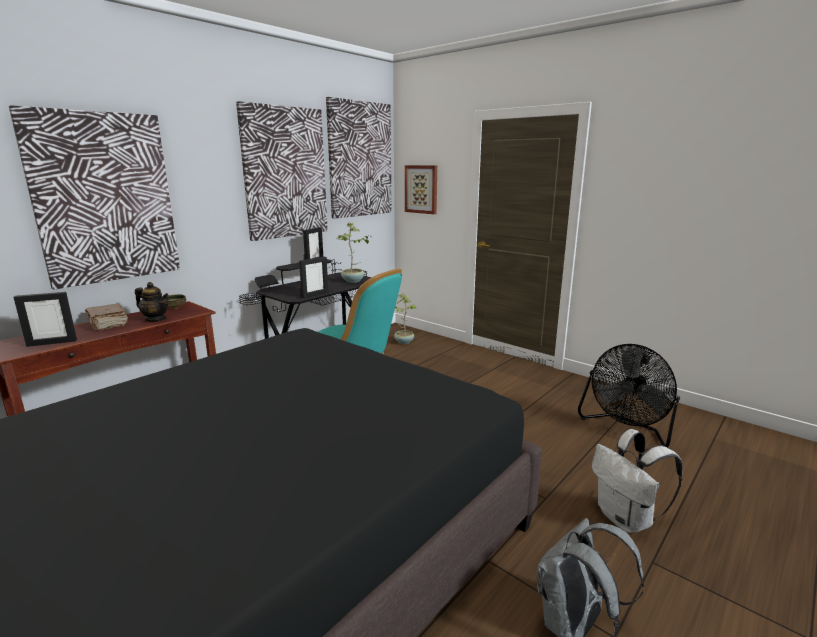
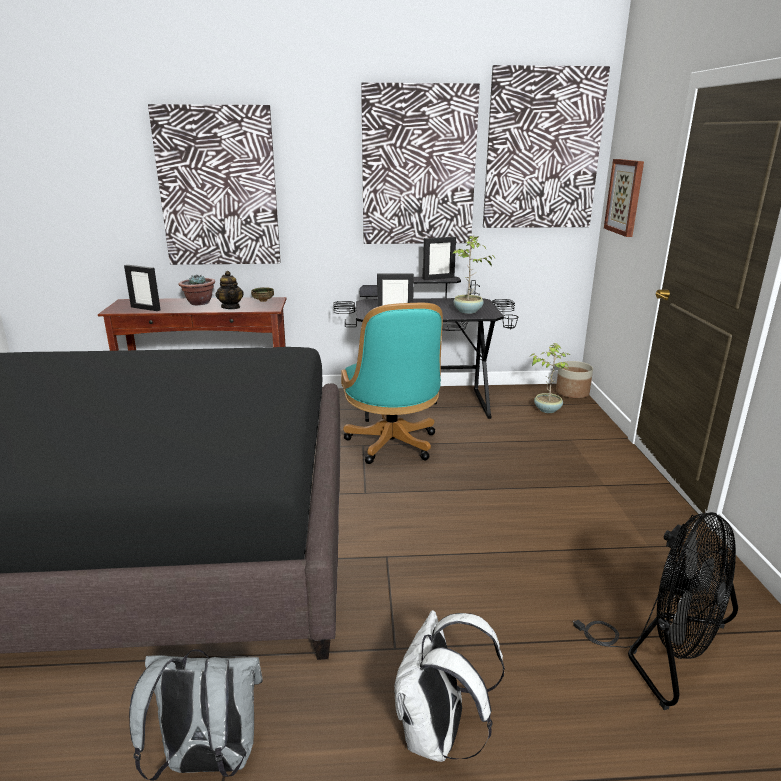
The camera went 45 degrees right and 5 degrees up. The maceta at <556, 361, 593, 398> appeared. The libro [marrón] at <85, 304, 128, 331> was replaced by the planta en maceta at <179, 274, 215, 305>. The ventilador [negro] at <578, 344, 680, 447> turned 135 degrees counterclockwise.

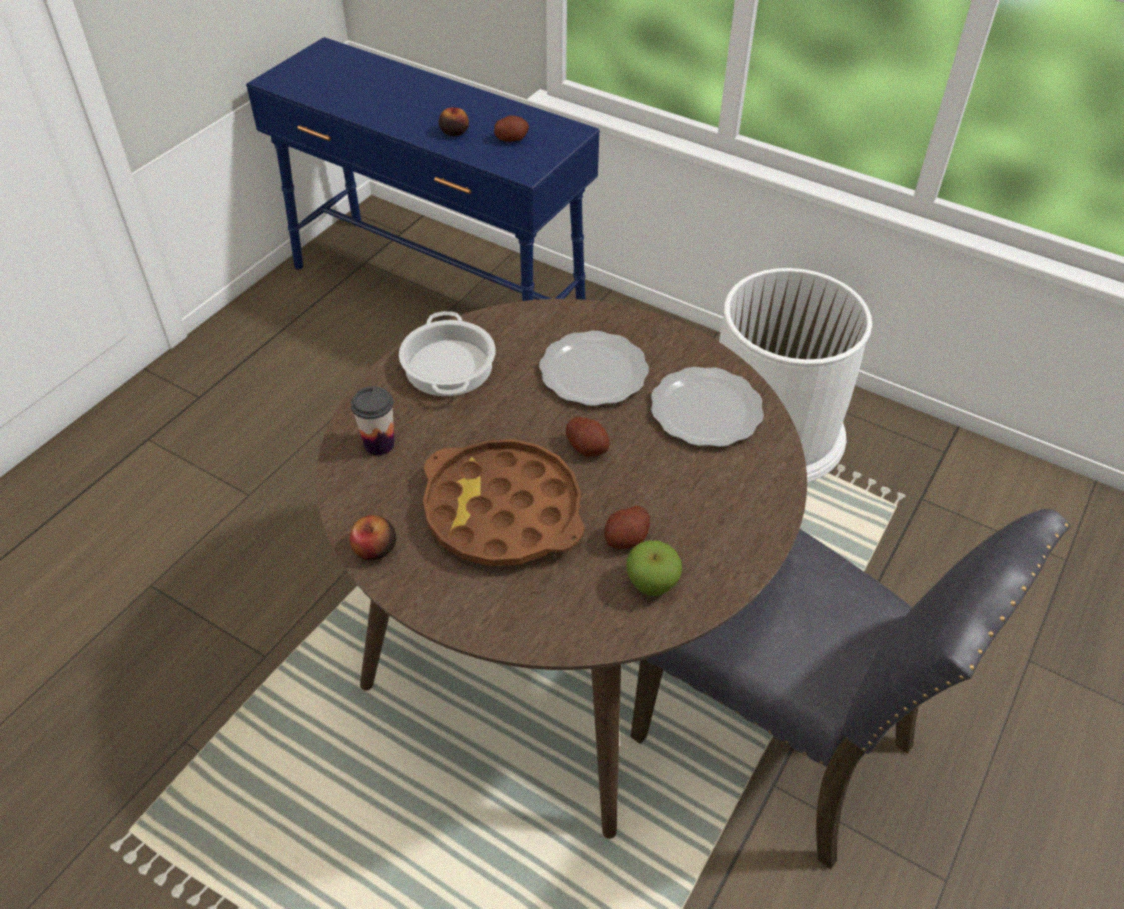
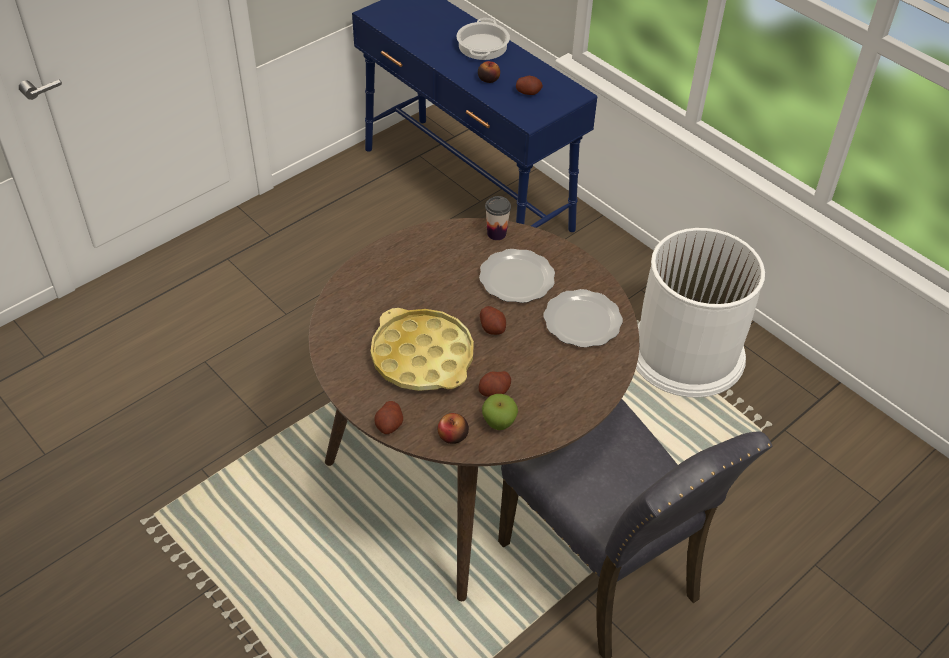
The camera went 15 degrees right and 0 degrees up. The patata at <374, 401, 403, 434> appeared. The manzana moved from <349, 515, 396, 561> to <438, 413, 469, 444>. The taza moved from <351, 386, 395, 455> to <485, 196, 511, 240>. The olla moved from <399, 311, 496, 396> to <456, 18, 510, 60>. The bandeja [marrón] at <423, 439, 584, 566> became the bandeja [amarillo] at <371, 308, 474, 391>.

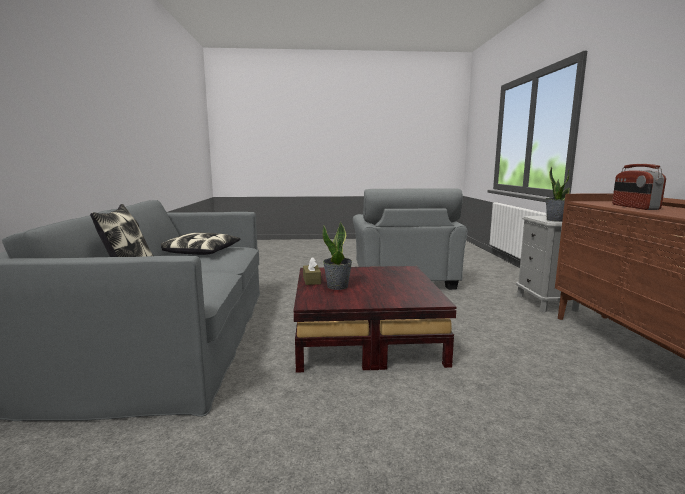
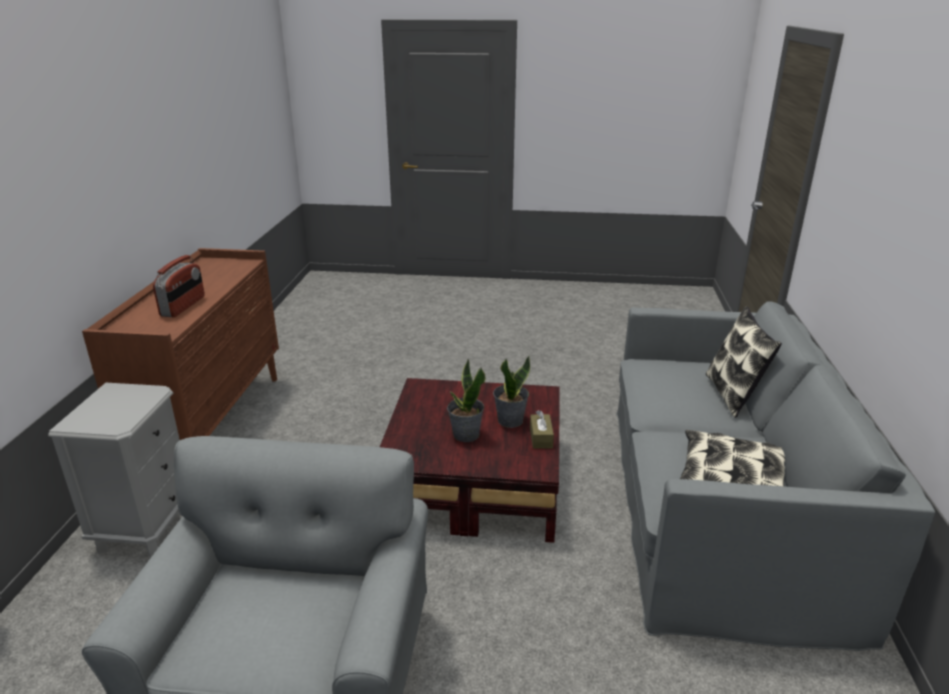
The camera went 170 degrees left and 15 degrees up. The planta en maceta moved from <545, 167, 569, 222> to <447, 359, 486, 442>.

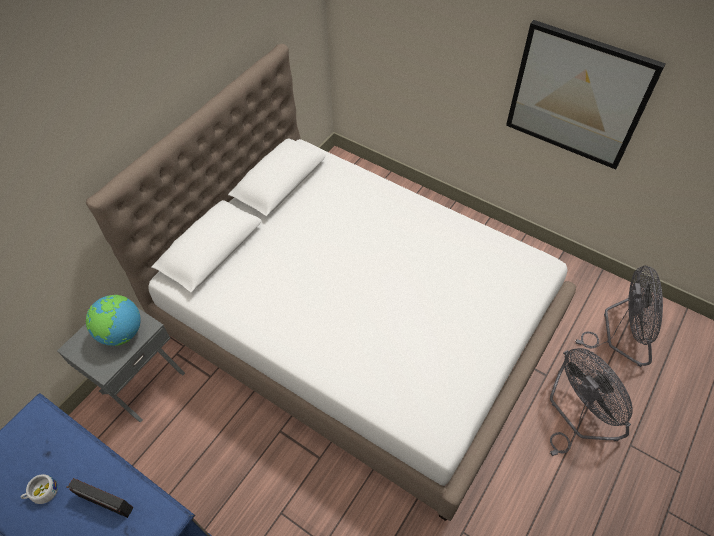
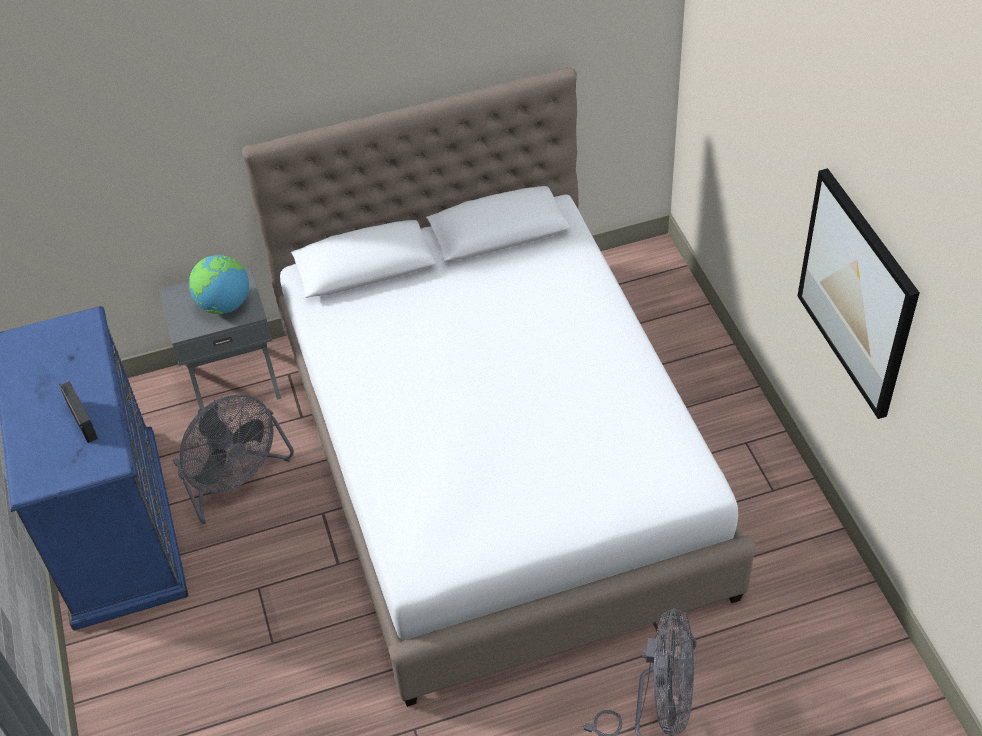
The camera went 40 degrees right and 5 degrees down. The taza [blanco] at <21, 474, 58, 504> disappeared. The ventilador [gris] moved from <574, 265, 663, 367> to <173, 395, 294, 524>.

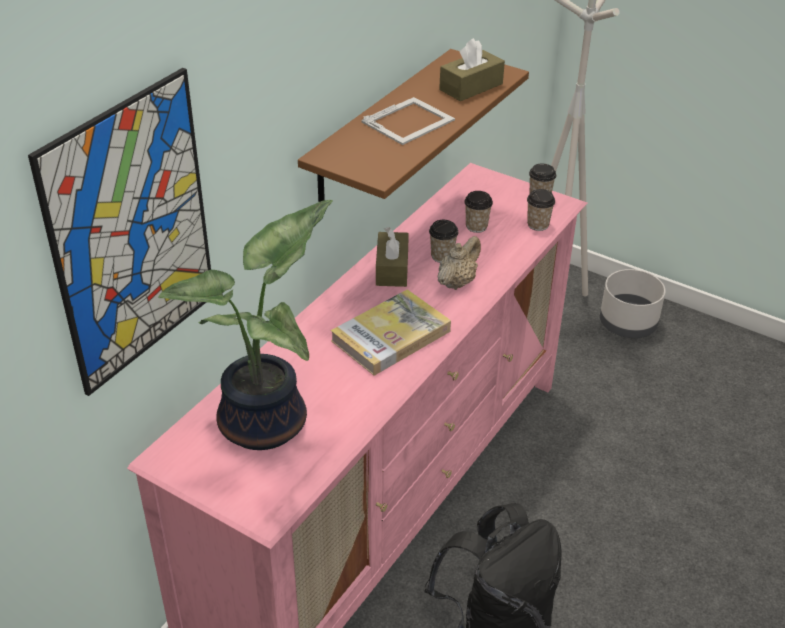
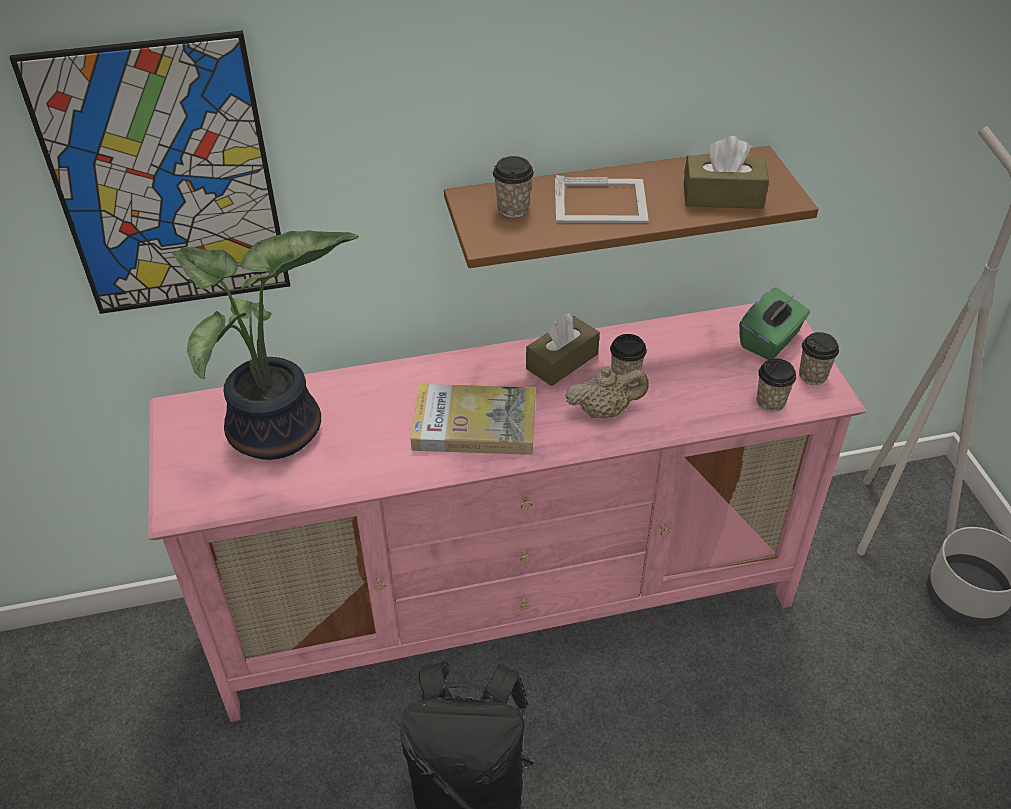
The camera went 45 degrees right and 5 degrees up. The caja de pañuelos [verde] at <739, 287, 810, 360> appeared. The taza moved from <464, 191, 493, 233> to <493, 156, 534, 218>.

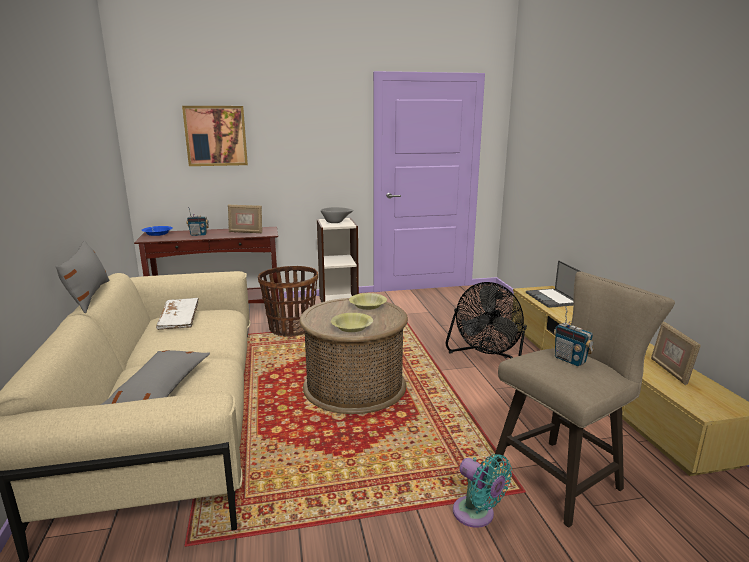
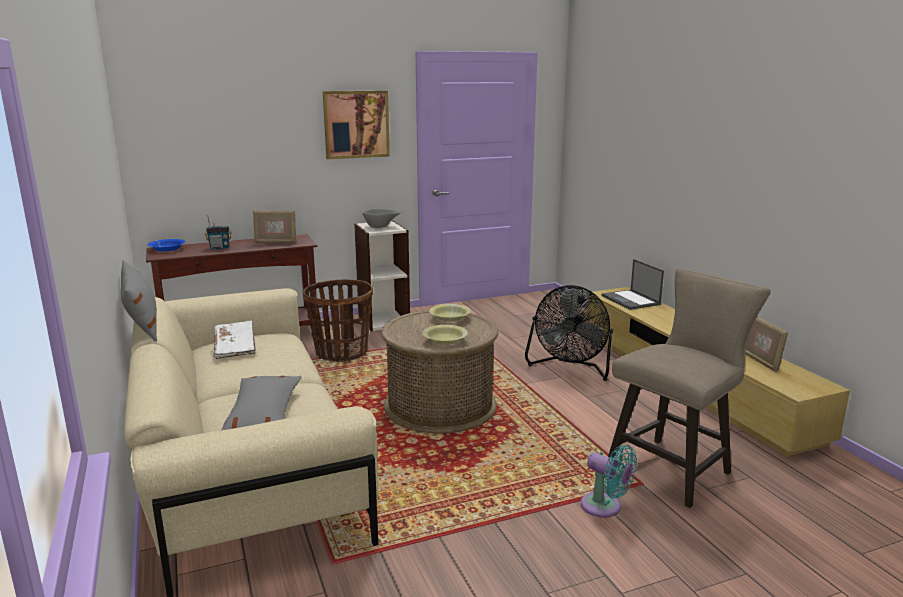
The camera went 10 degrees left and 0 degrees up. The radio at <554, 306, 594, 366> disappeared. The cuadro moved from <182, 106, 248, 166> to <323, 91, 390, 159>.

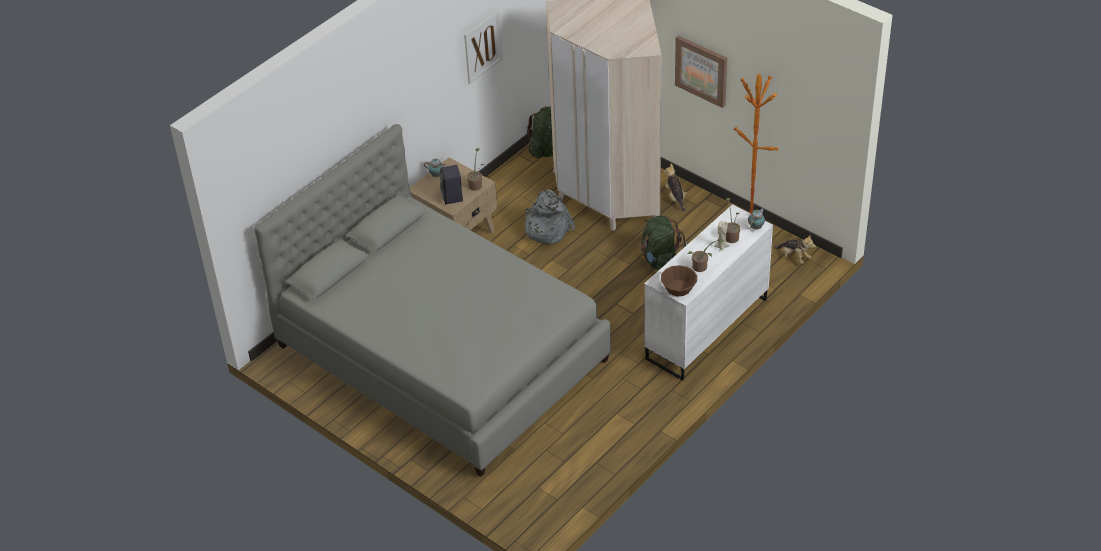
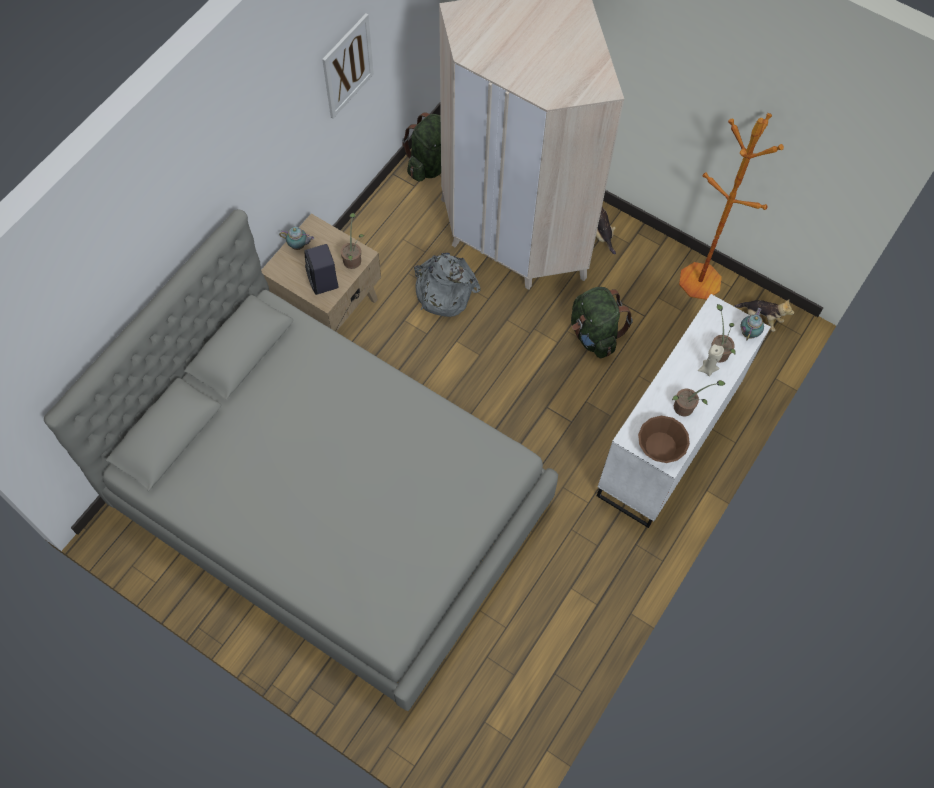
The camera went 10 degrees left and 20 degrees up. The cuadro at <675, 36, 727, 108> disappeared.

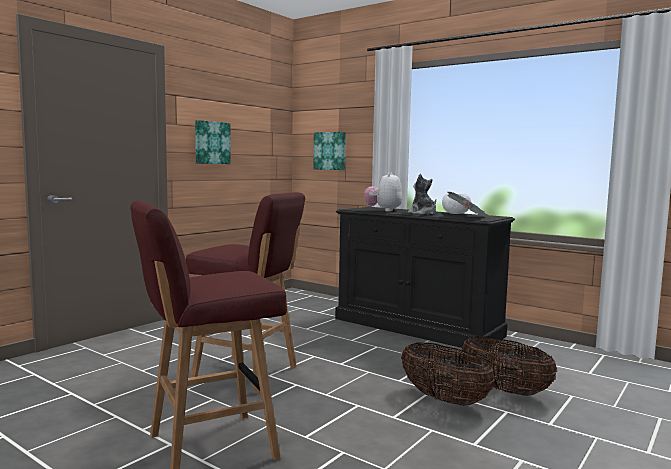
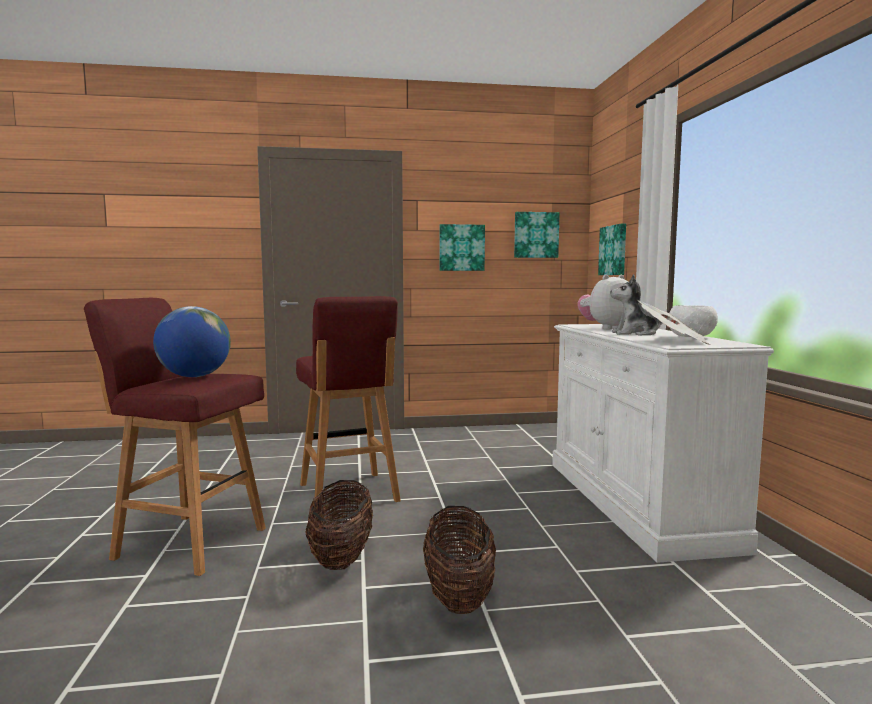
The camera went 45 degrees right and 0 degrees up. The globo terráqueo at <153, 306, 231, 377> appeared. The cuadro at <514, 212, 560, 258> appeared. The cesta moved from <461, 336, 557, 396> to <305, 480, 373, 570>. The armario [negro] at <335, 207, 515, 349> became the armario [blanco] at <552, 324, 774, 563>. The peluche at <408, 174, 436, 215> turned 105 degrees counterclockwise.

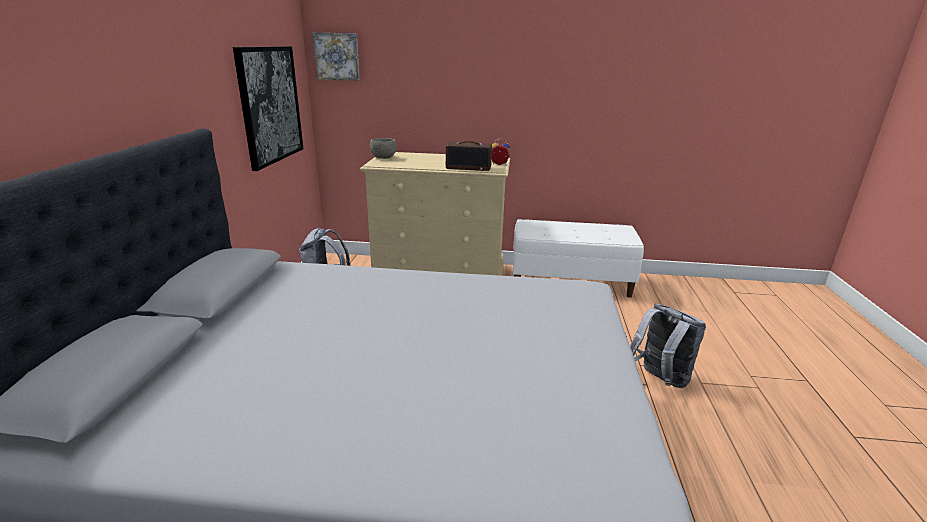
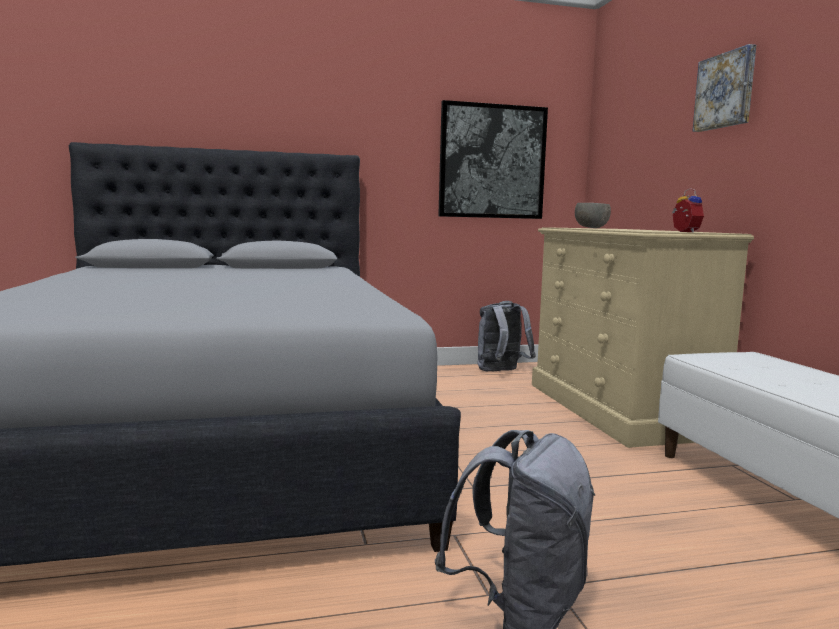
The camera went 70 degrees right and 15 degrees down. The radio at <446, 141, 492, 171> disappeared. The cuadro moved from <313, 33, 360, 81> to <692, 44, 756, 132>.

